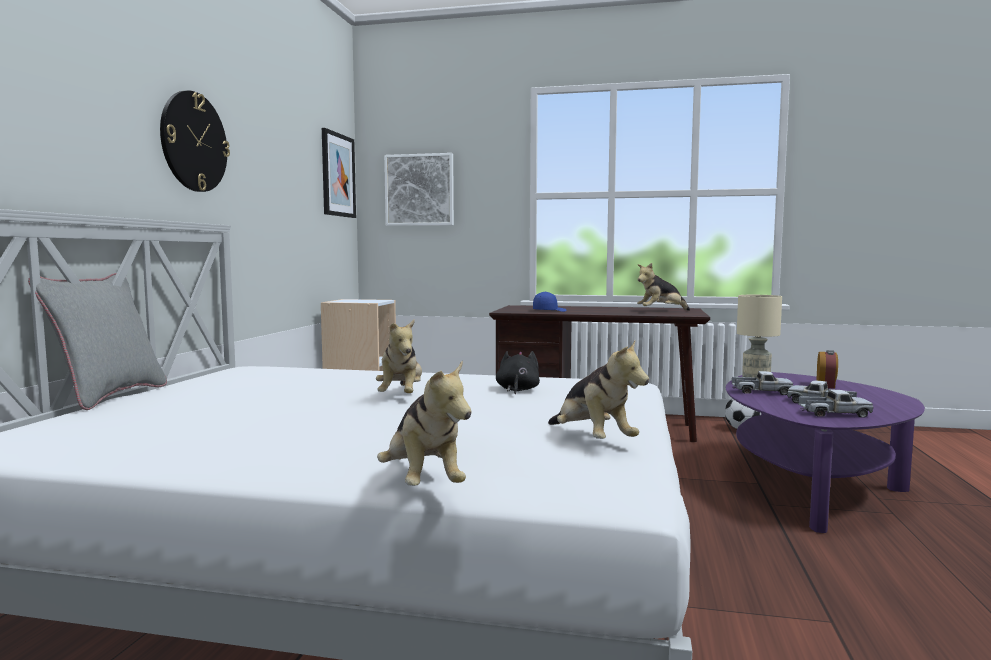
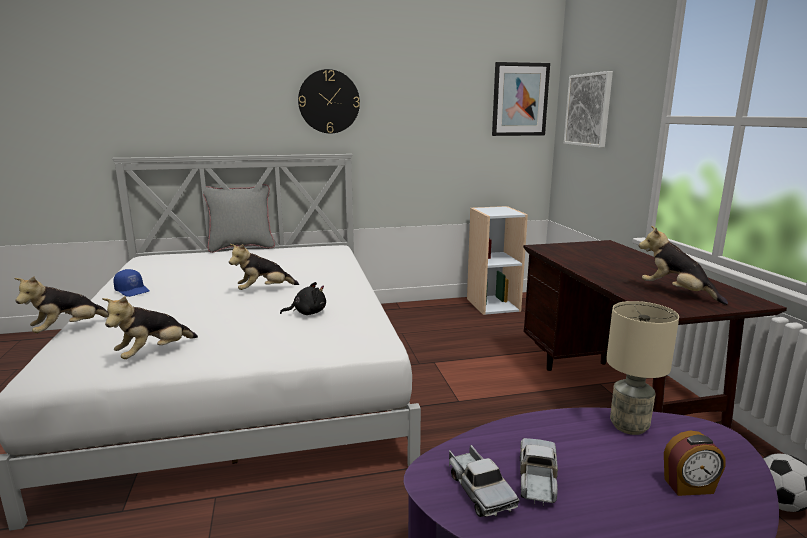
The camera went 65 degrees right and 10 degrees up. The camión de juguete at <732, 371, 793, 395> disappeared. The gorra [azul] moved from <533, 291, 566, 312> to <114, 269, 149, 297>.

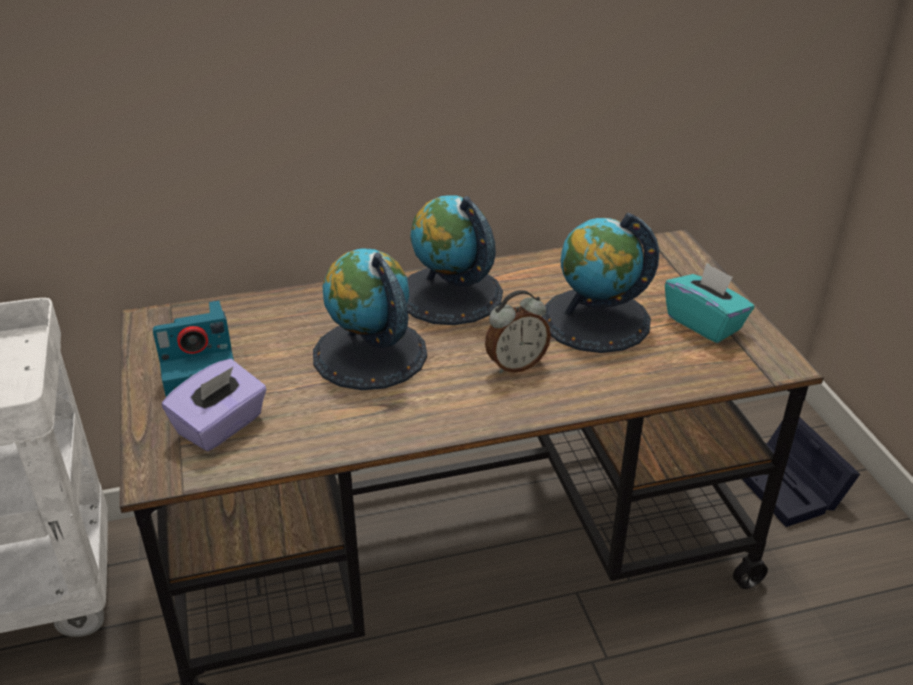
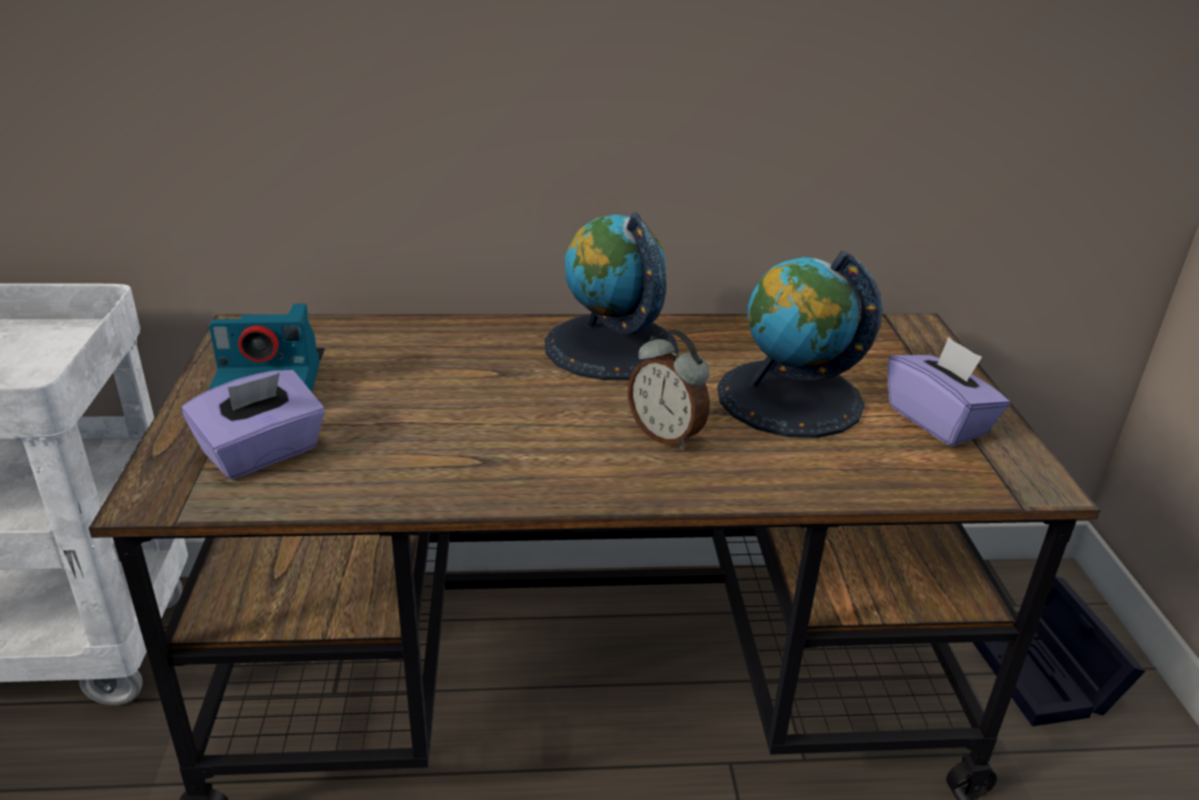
The camera went 10 degrees right and 5 degrees down. The globo terráqueo at <313, 248, 427, 390> disappeared. The caja de pañuelos [turquesa] at <665, 263, 754, 343> became the caja de pañuelos [morado] at <888, 337, 1010, 446>. The despertador at <485, 290, 551, 374> turned 60 degrees clockwise.

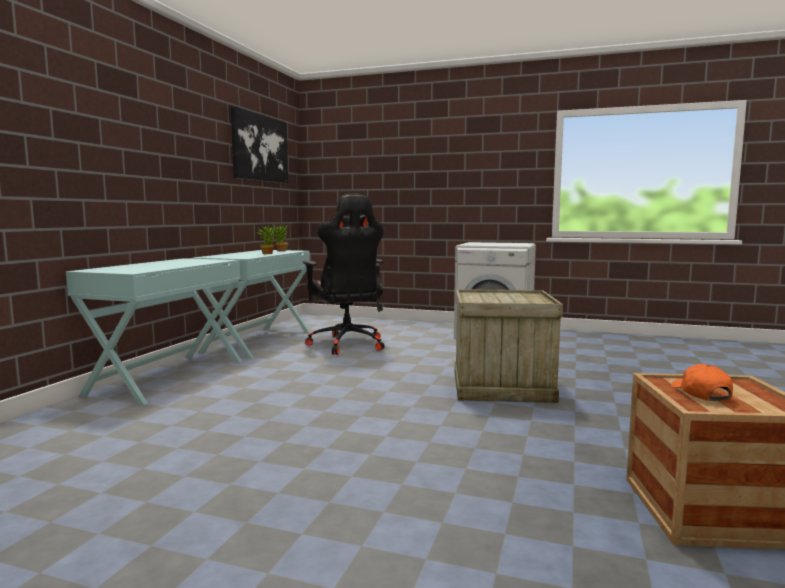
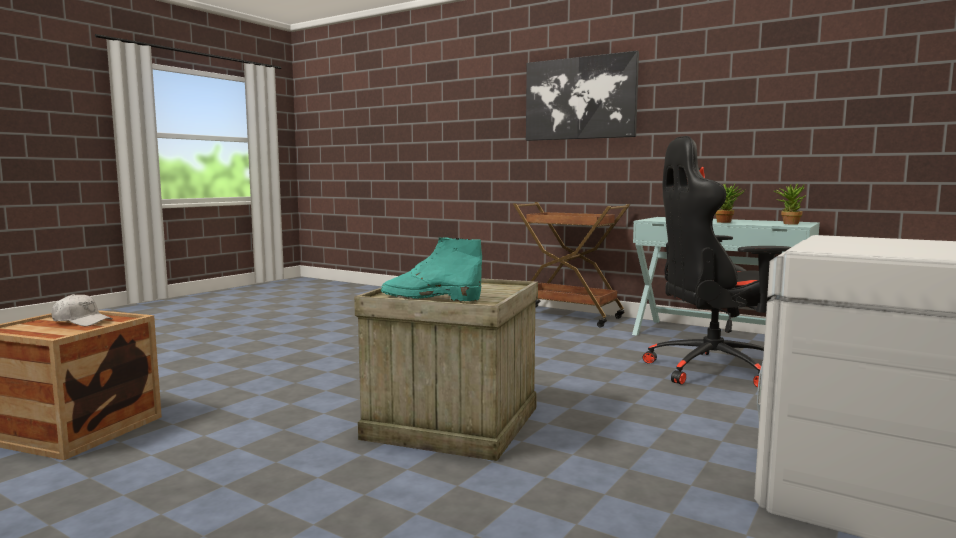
The camera went 105 degrees right and 0 degrees up. The bota [turquesa] at <381, 237, 482, 302> appeared. The cuadro moved from <231, 106, 288, 183> to <526, 51, 639, 141>. The escritorio [turquesa] at <66, 258, 242, 405> was replaced by the carrito [marrón] at <513, 202, 630, 327>. The gorra [naranja] at <671, 364, 733, 401> became the gorra [blanco] at <51, 294, 113, 326>.

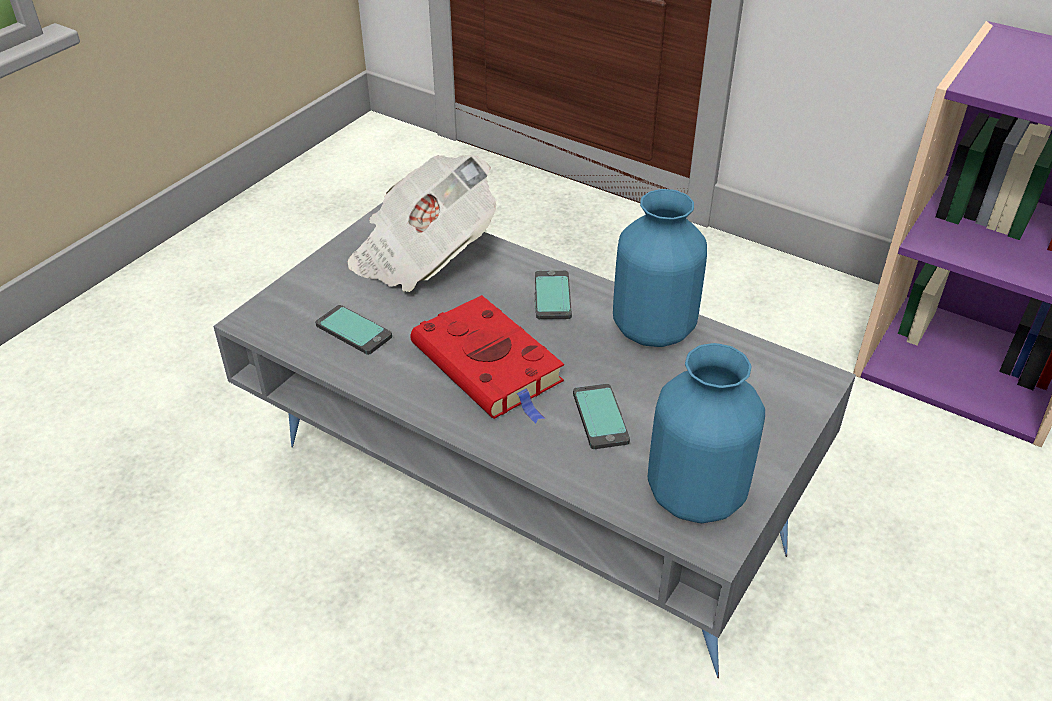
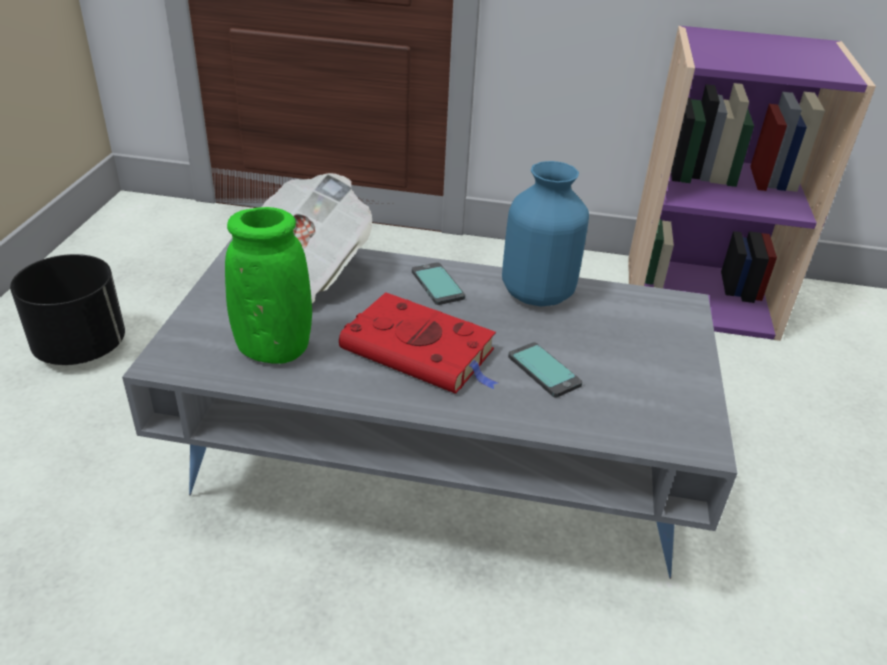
The camera went 25 degrees left and 5 degrees down. The florero [azul] at <648, 343, 765, 523> disappeared. The maceta [negro] at <10, 254, 125, 365> appeared. The móvil at <315, 305, 392, 355> was replaced by the florero [verde] at <225, 207, 312, 364>.

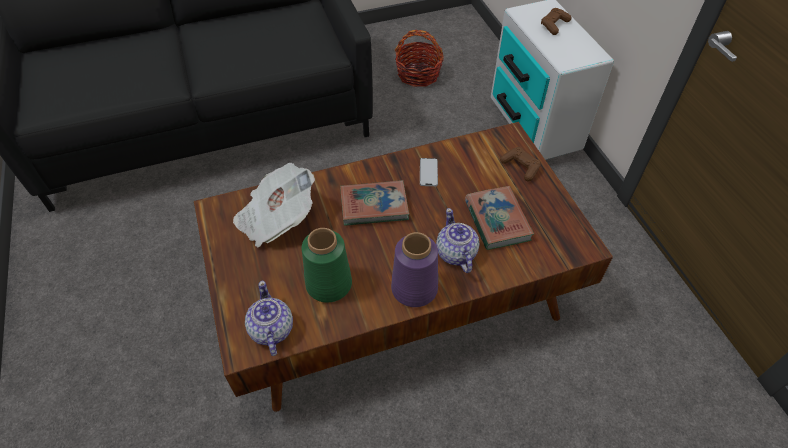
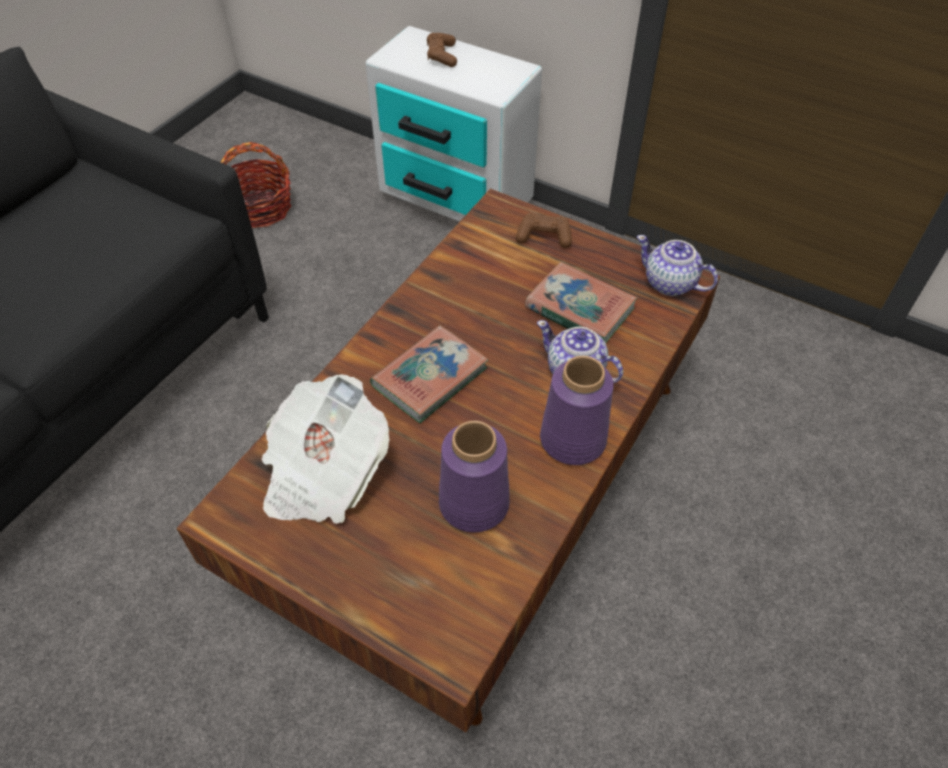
The camera went 40 degrees left and 0 degrees up. The móvil at <420, 158, 438, 186> disappeared. The tetera moved from <245, 281, 293, 356> to <637, 235, 718, 296>. The florero [verde] at <302, 228, 352, 303> became the florero [morado] at <439, 421, 510, 533>.

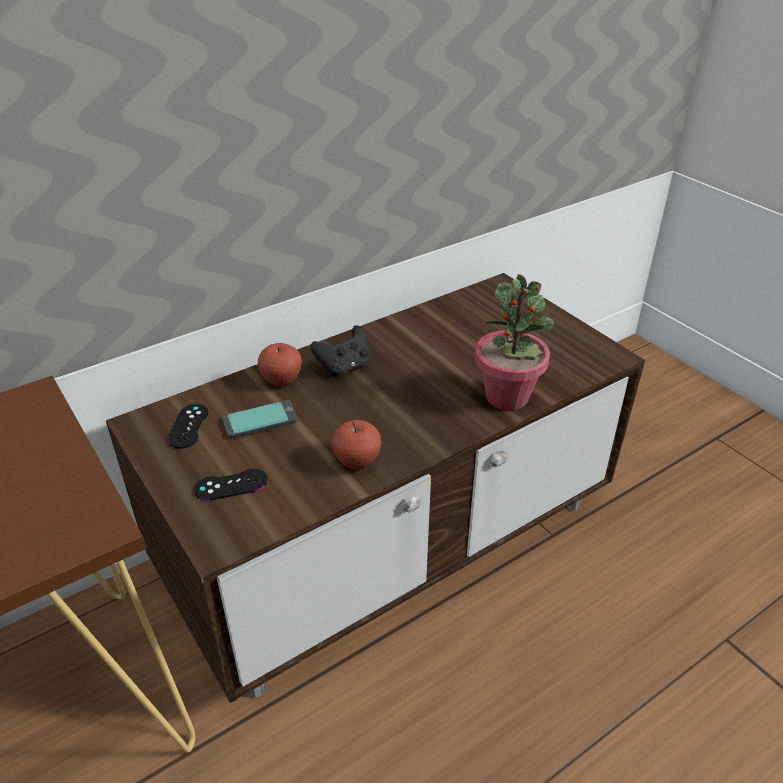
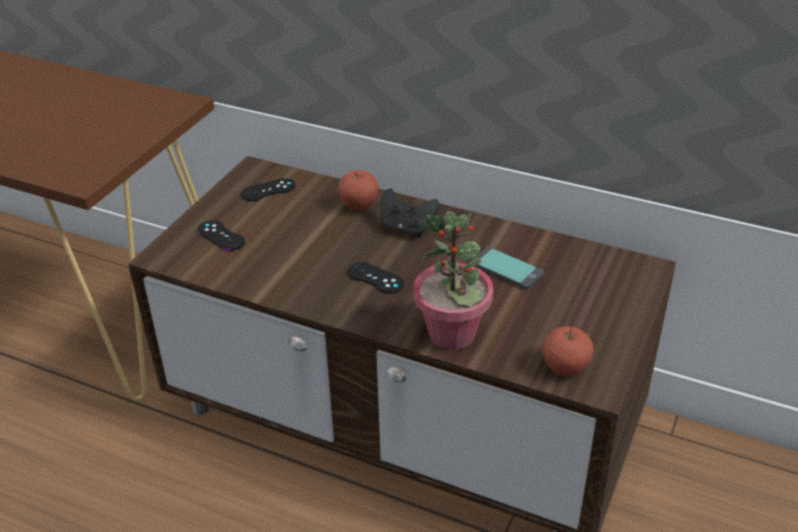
The camera went 60 degrees right and 0 degrees up. The mando de consola [negro] at <348, 262, 404, 294> appeared. The móvil moved from <222, 400, 298, 439> to <472, 247, 544, 290>. The manzana moved from <332, 420, 381, 469> to <542, 326, 594, 376>.

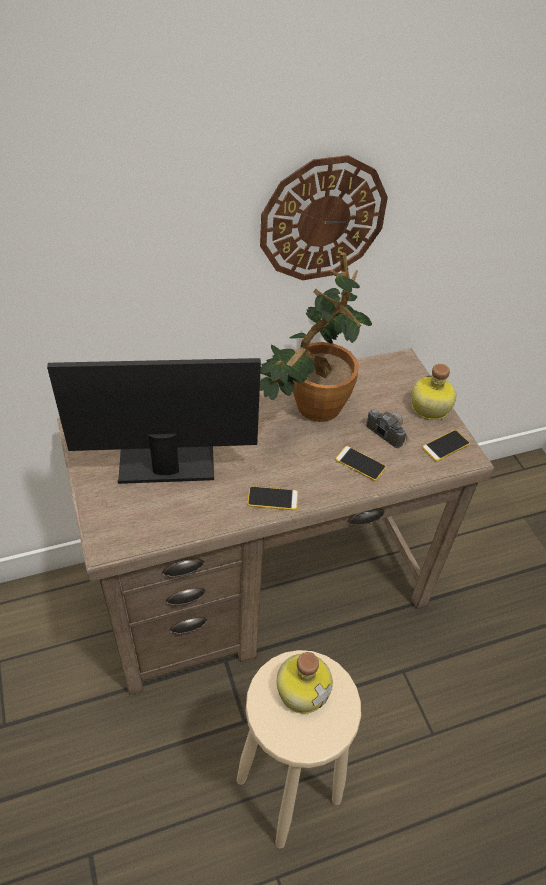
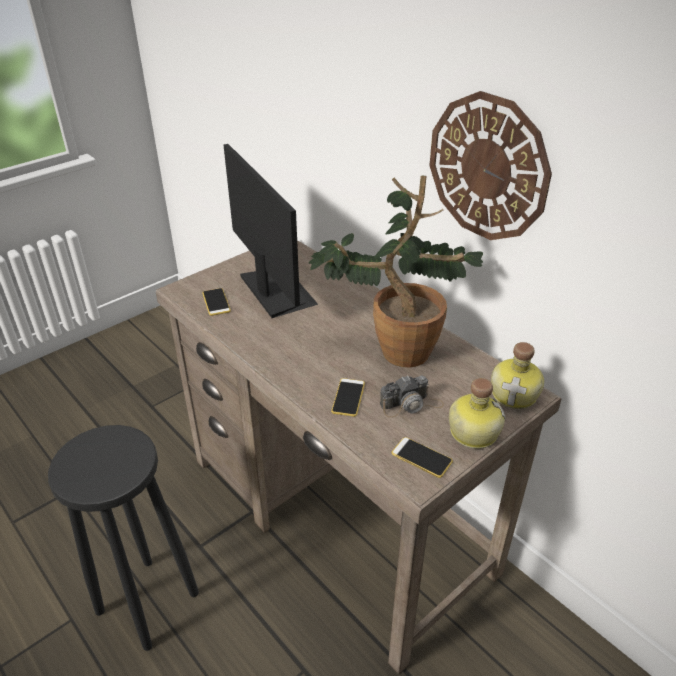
The camera went 70 degrees right and 10 degrees down. The móvil moved from <247, 486, 298, 510> to <202, 288, 231, 316>. The botella moved from <277, 652, 333, 713> to <491, 342, 544, 409>. The taburete [beis] at <237, 650, 361, 849> became the taburete [negro] at <48, 425, 199, 651>. The cámara at <366, 409, 410, 448> turned 45 degrees clockwise.

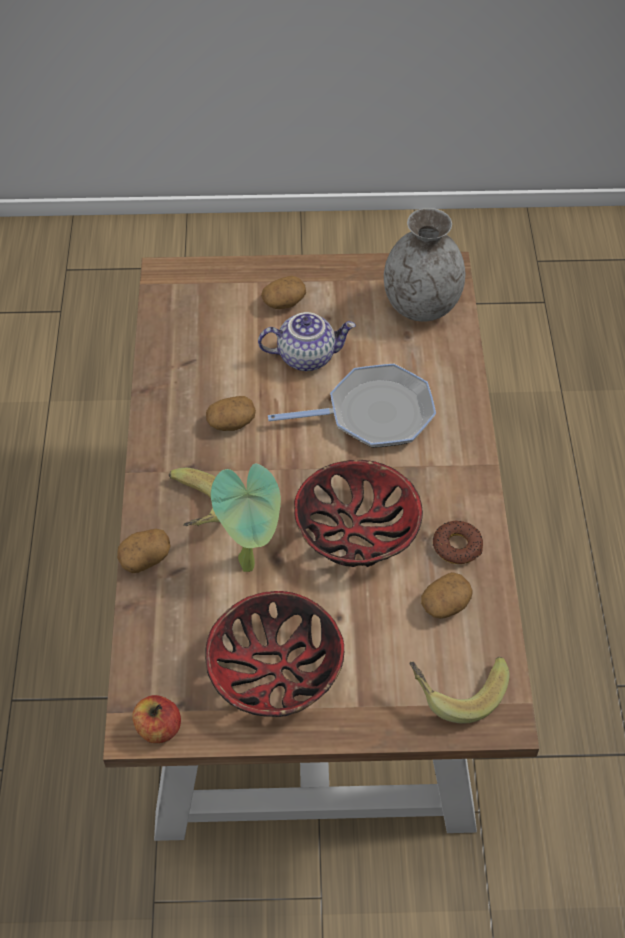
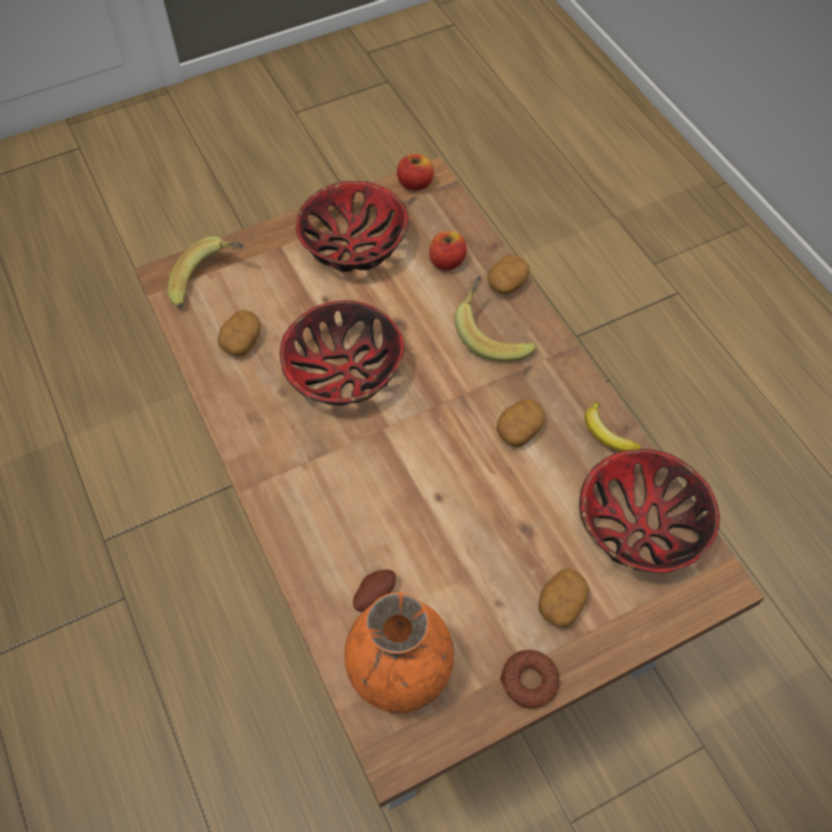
The camera went 155 degrees right and 5 degrees up. The planta en maceta at <211, 464, 281, 572> disappeared. The tetera at <258, 312, 356, 371> disappeared. The sartén at <268, 364, 436, 448> disappeared. The patata at <353, 570, 396, 612> appeared. The manzana at <429, 231, 467, 271> appeared. The cuenco at <579, 449, 720, 573> appeared. The plátano at <585, 401, 641, 452> appeared. The rosquilla moved from <433, 521, 483, 564> to <500, 650, 559, 709>. The florero [gris] at <384, 208, 465, 322> became the florero [naranja] at <344, 592, 454, 713>.

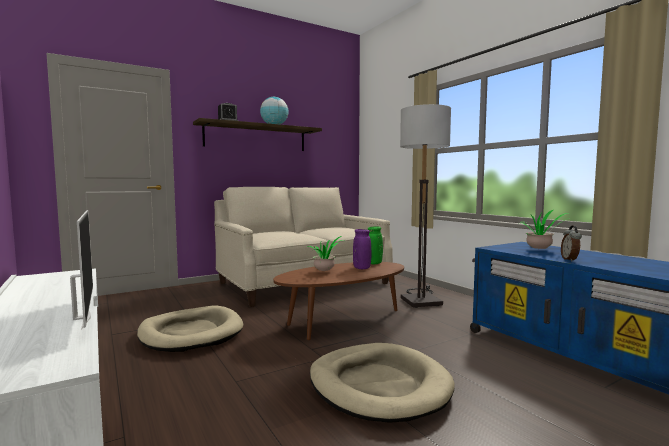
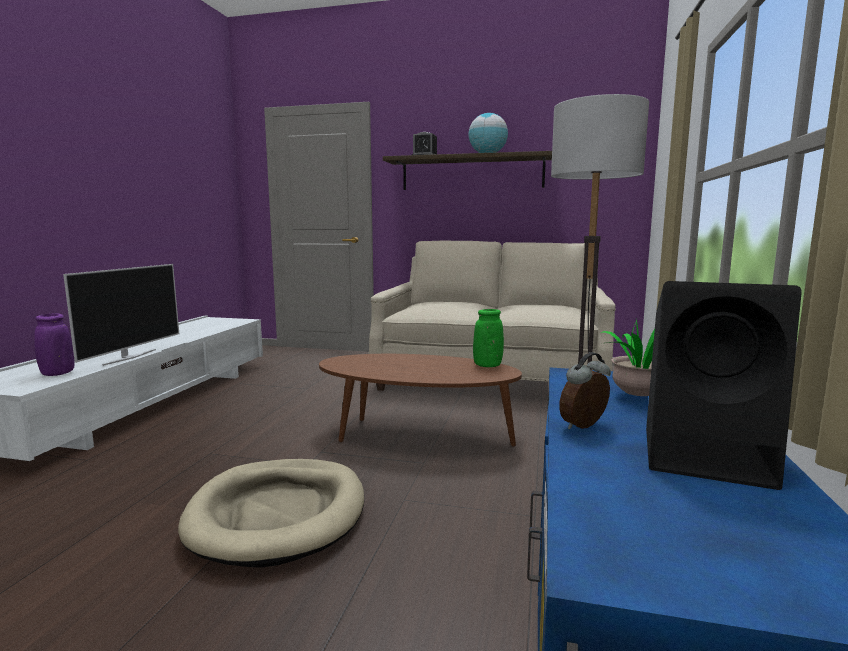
The camera went 45 degrees right and 5 degrees up. The cama para perro [beis] at <137, 305, 243, 352> disappeared. The planta en maceta at <307, 236, 346, 271> disappeared. The altavoz [negro] at <646, 281, 802, 490> appeared. The florero [morado] moved from <353, 229, 371, 269> to <34, 314, 74, 376>.

